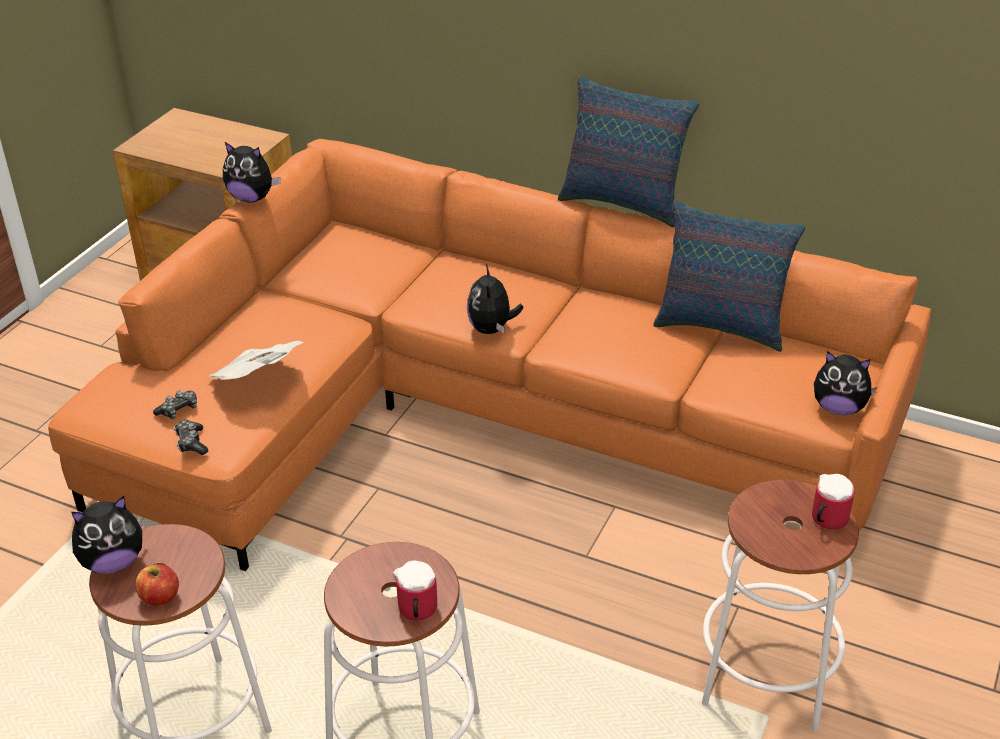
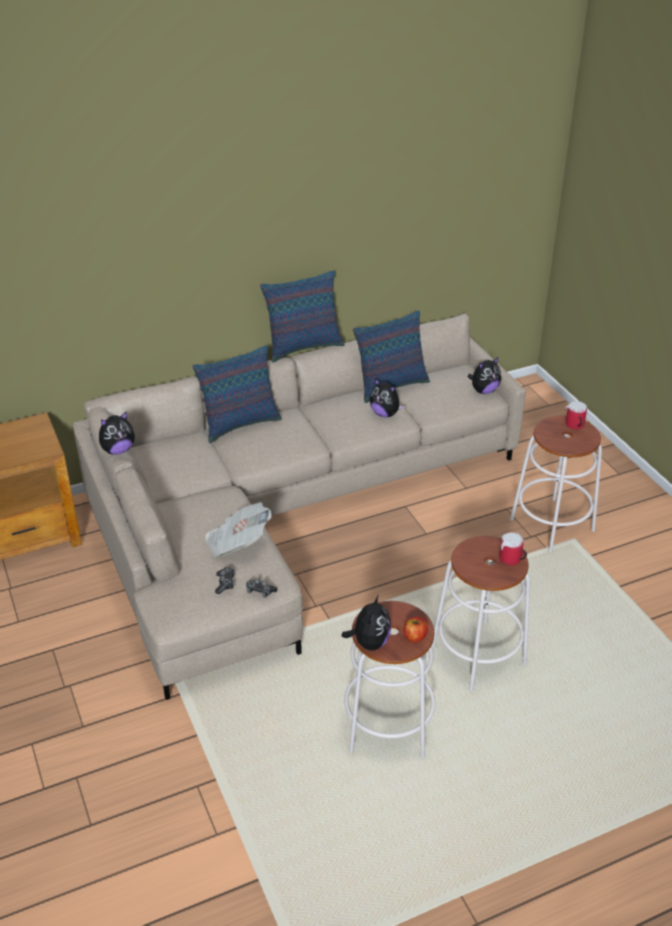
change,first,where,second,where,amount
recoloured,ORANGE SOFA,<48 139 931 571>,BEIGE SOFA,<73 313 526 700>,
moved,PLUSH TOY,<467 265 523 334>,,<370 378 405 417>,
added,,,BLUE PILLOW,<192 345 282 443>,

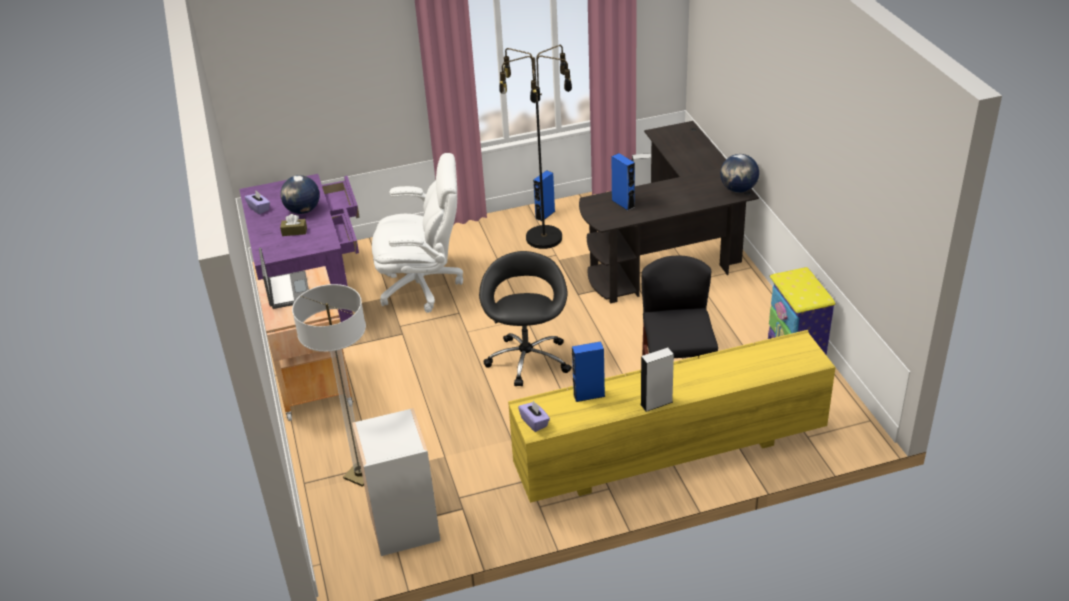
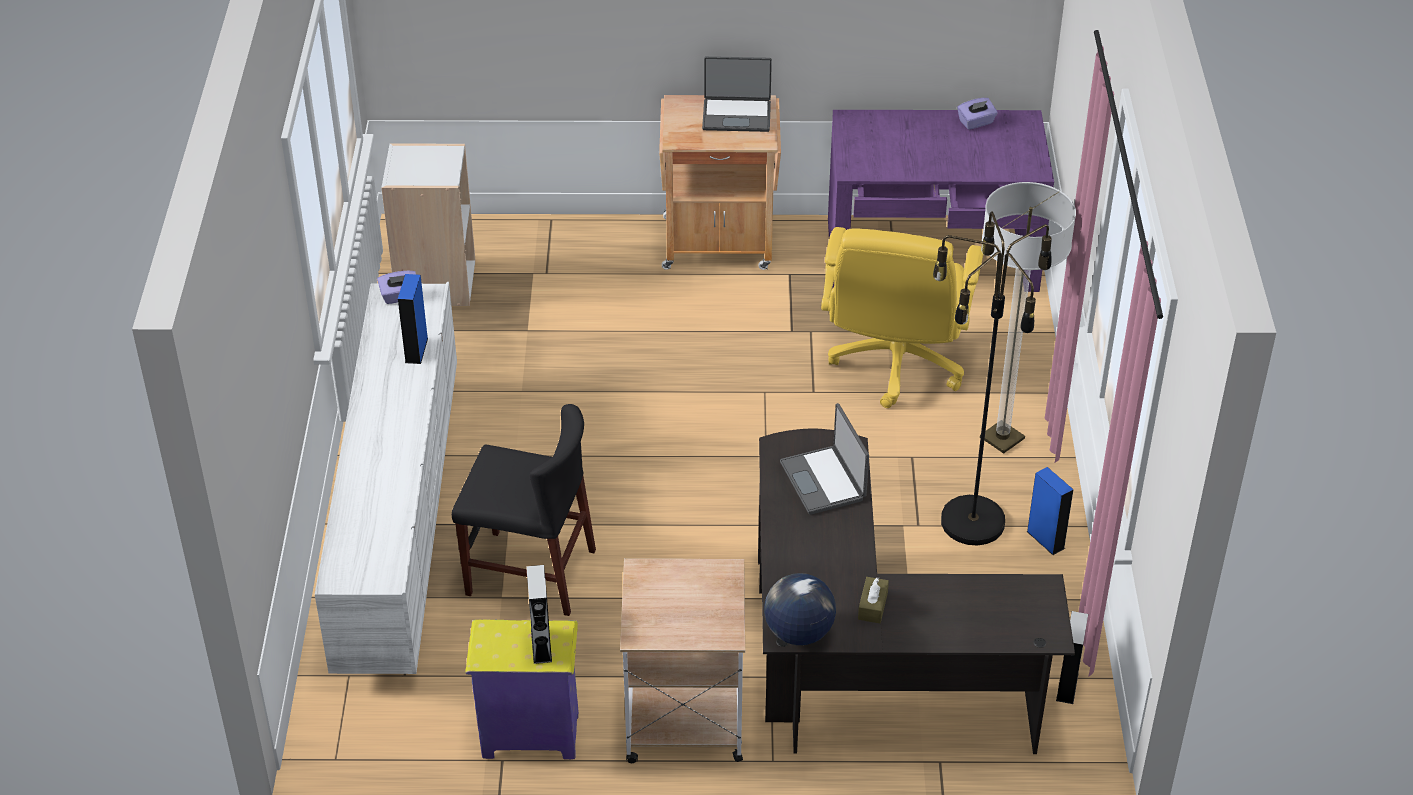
change,first,where,second,where,amount
recoloured,WHITE OFFICE CHAIR,<372 153 463 313>,YELLOW OFFICE CHAIR,<821 227 983 408>,
replaced,BLUE SPEAKER,<611 153 635 211>,LAPTOP,<780 403 869 515>,
removed,GLOBE,<280 175 320 214>,,,
moved,BROWN TISSUE BOX,<280 214 307 236>,,<858 577 889 623>,
removed,BLACK OFFICE CHAIR,<479 251 572 386>,,,
moved,FLOOR LAMP,<292 284 366 487>,,<980 182 1076 454>,
recoloured,YELLOW CABINET,<508 330 835 503>,WHITE CABINET,<315 282 457 674>,
moved,GREY SPEAKER,<640 347 674 412>,,<526 565 552 664>,
added,,,BEIGE CART,<620 559 745 763>,

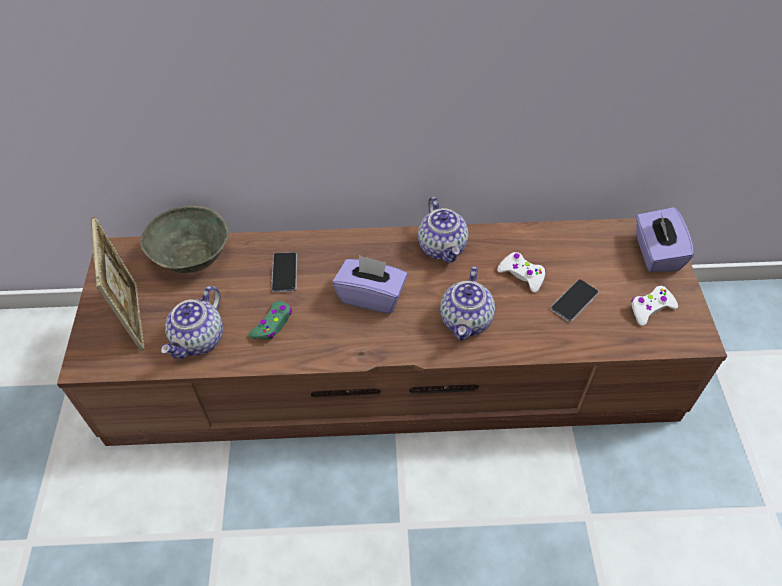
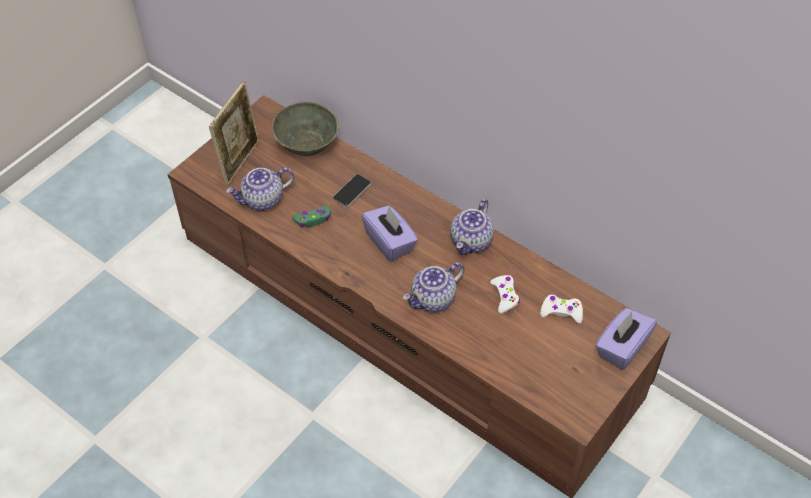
change,first,where,second,where,amount
removed,PHONE,<551 279 599 322>,,,
moved,WHITE GAME CONTROLLER,<631 286 678 326>,,<540 294 583 323>,

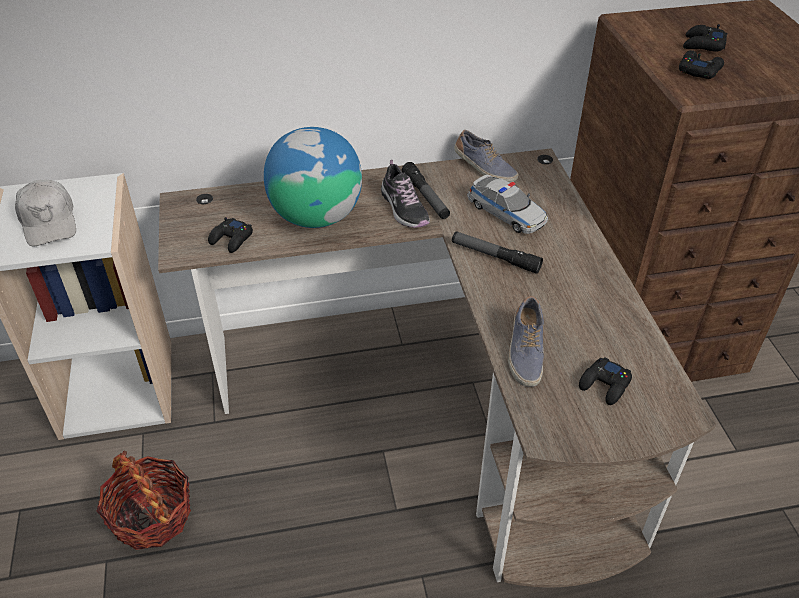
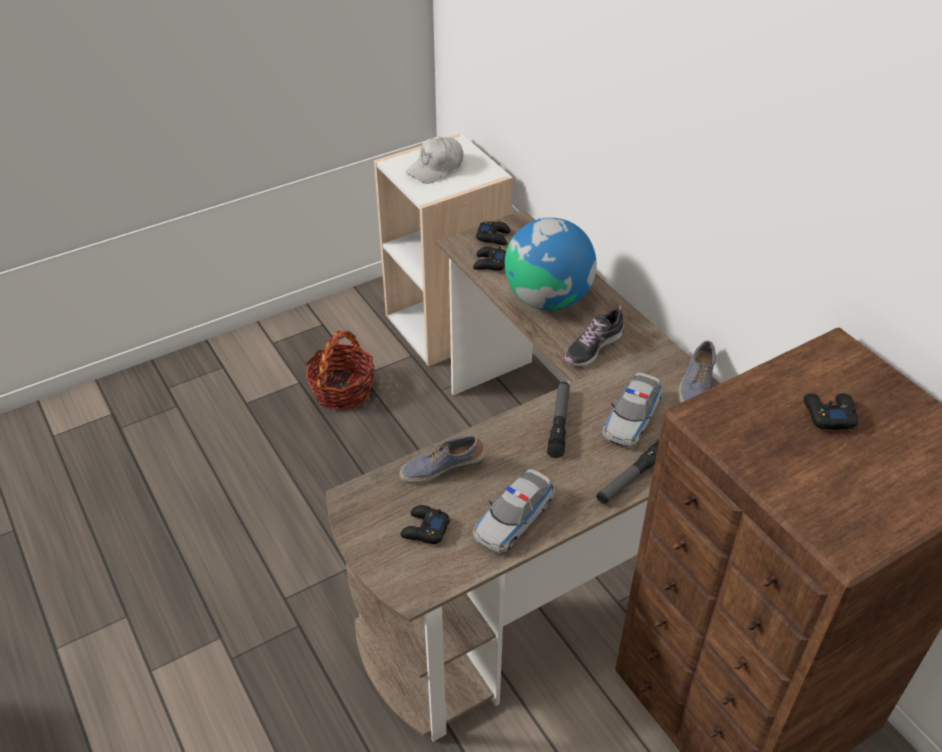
change,first,where,second,where,amount
moved,BLACK GAME CONTROLLER,<679 50 724 79>,,<476 221 510 246>,
moved,FLASHLIGHT,<402 162 450 219>,,<596 440 659 504>,
added,,,TOY CAR,<473 469 555 554>,

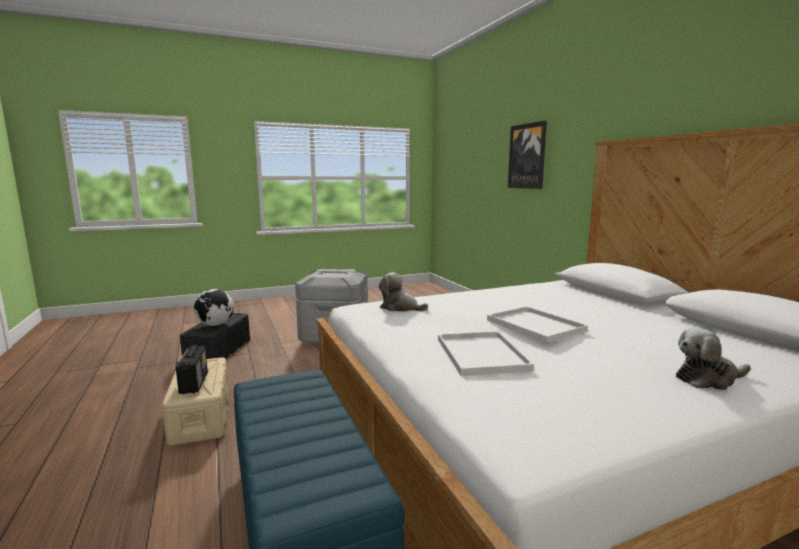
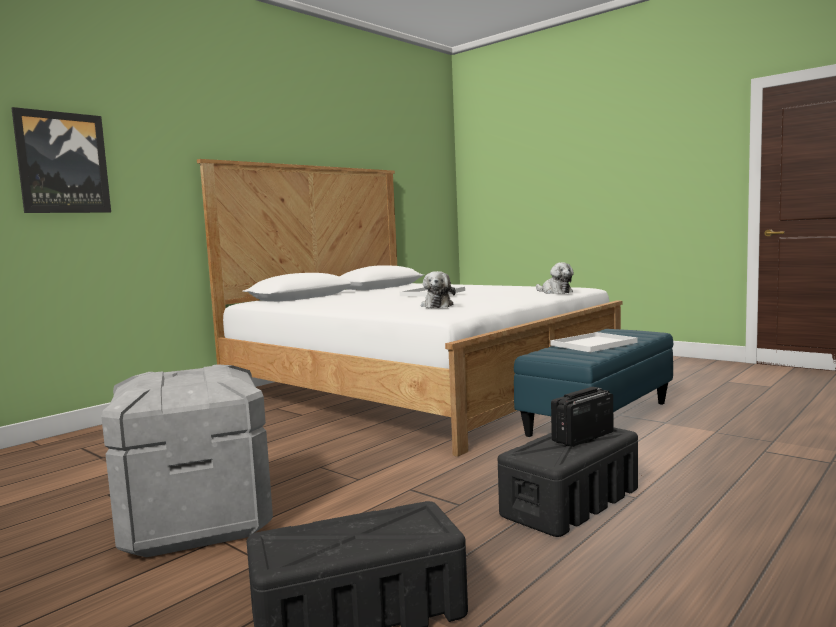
change,first,where,second,where,amount
removed,GLOBE,<194 289 234 326>,,,
moved,PLUSH TOY,<676 328 751 390>,,<536 262 574 294>,
moved,WHITE TRAY,<438 331 534 376>,,<551 332 637 352>,
recoloured,BEIGE STORAGE BOX,<162 357 229 446>,BLACK STORAGE BOX,<498 427 638 537>,

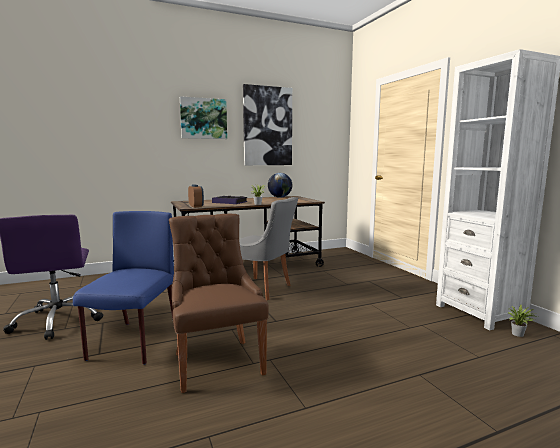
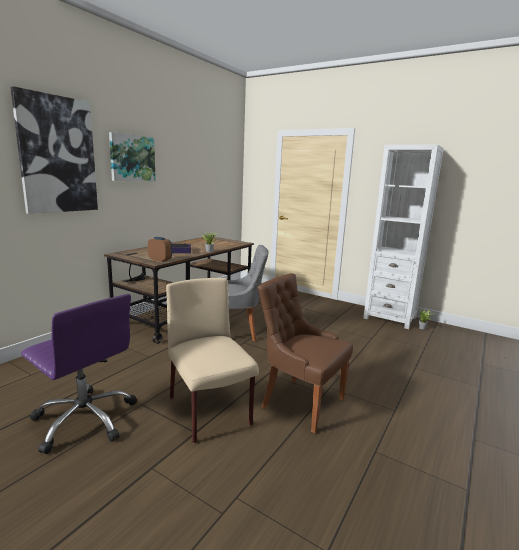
change,first,where,second,where,amount
moved,PICTURE,<243 84 292 165>,,<10 86 98 214>,
removed,GLOBE,<268 173 292 198>,,,
recoloured,BLUE CHAIR,<73 211 174 365>,BEIGE CHAIR,<166 278 259 443>,

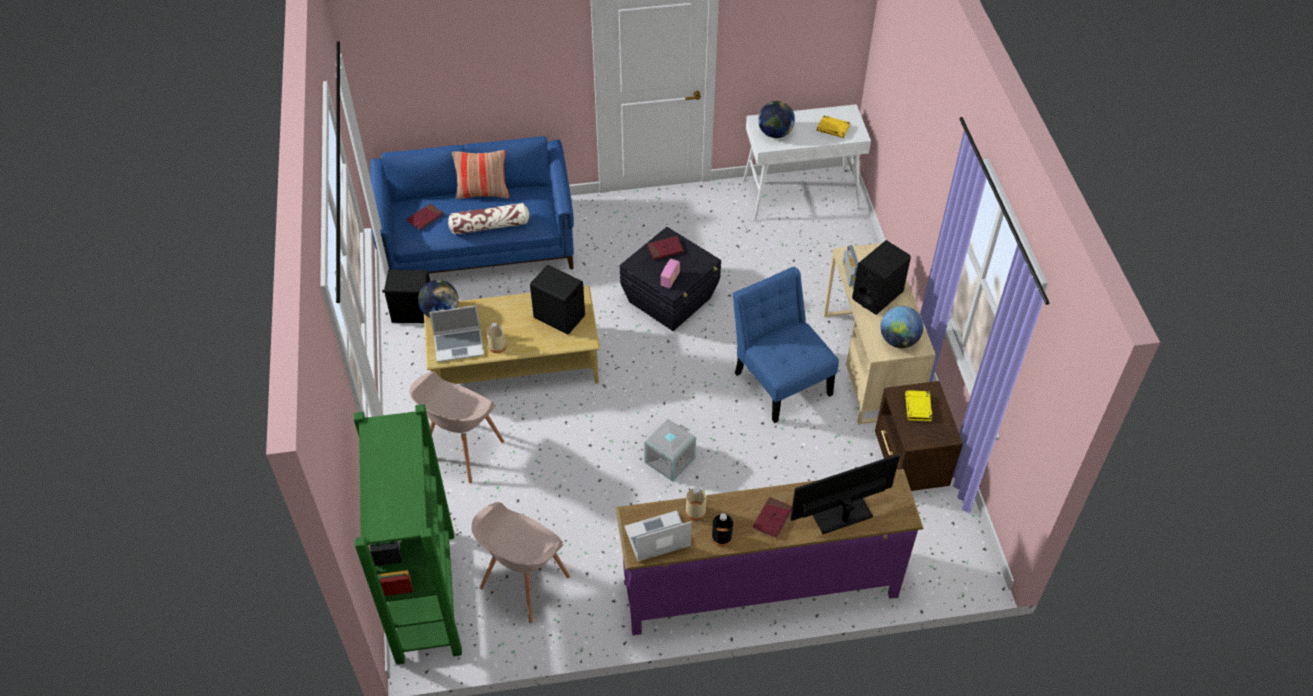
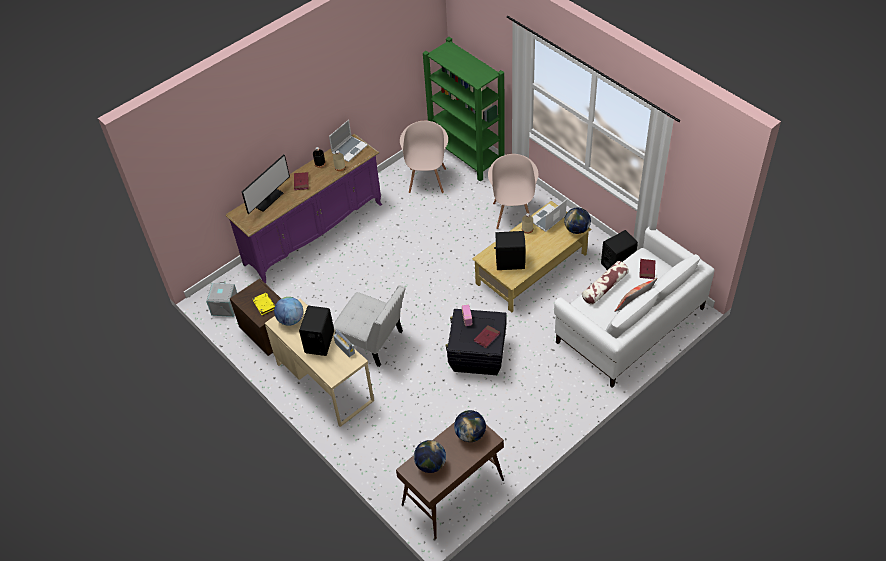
change,first,where,second,where,amount
recoloured,WHITE CONSOLE TABLE,<743 104 871 220>,BROWN CONSOLE TABLE,<396 422 504 539>,
replaced,YELLOW BOOK,<817 115 850 138>,GLOBE,<414 440 446 473>,
recoloured,BLUE SOFA,<370 136 574 274>,WHITE SOFA,<554 227 714 388>,
recoloured,BLUE CHAIR,<733 267 839 423>,WHITE CHAIR,<333 285 405 367>,
moved,GREY STORAGE BOX,<644 419 696 482>,,<206 282 237 317>,

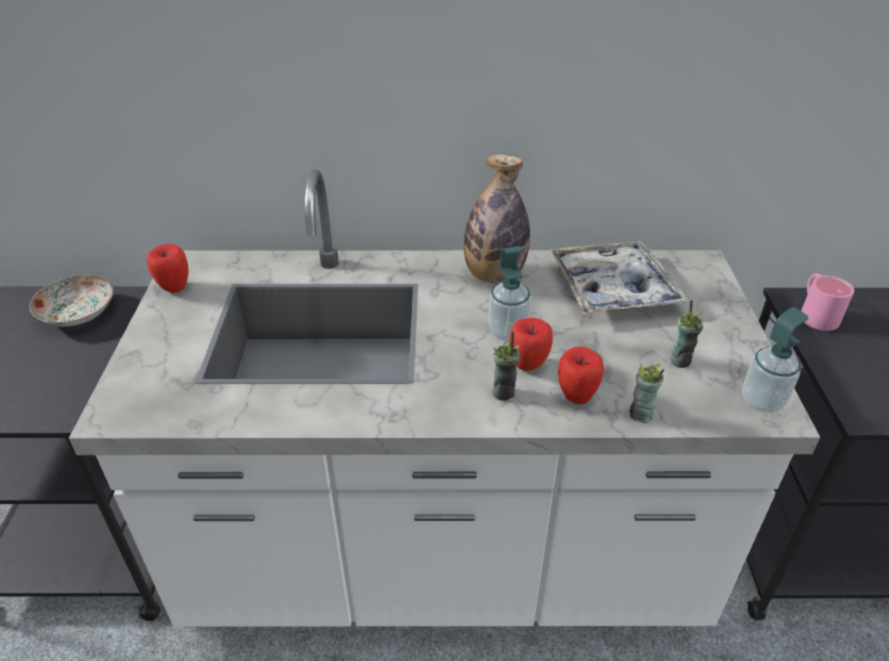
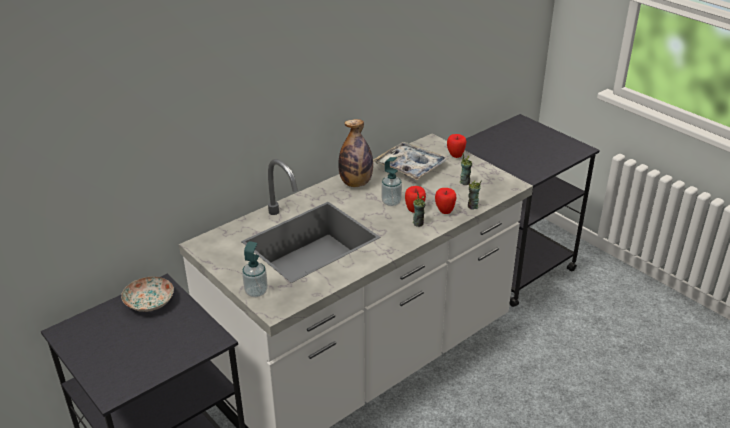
change,first,where,second,where,amount
moved,APPLE,<146 244 189 293>,,<447 134 466 158>,
removed,PINK MUG,<801 273 854 331>,,,
moved,SOAP DISPENSER,<742 307 808 413>,,<242 241 268 297>,

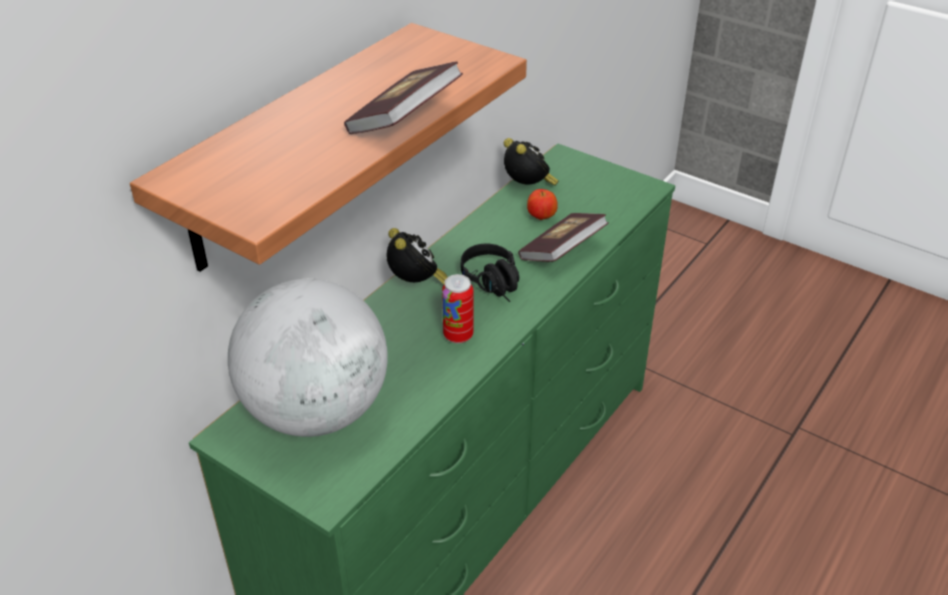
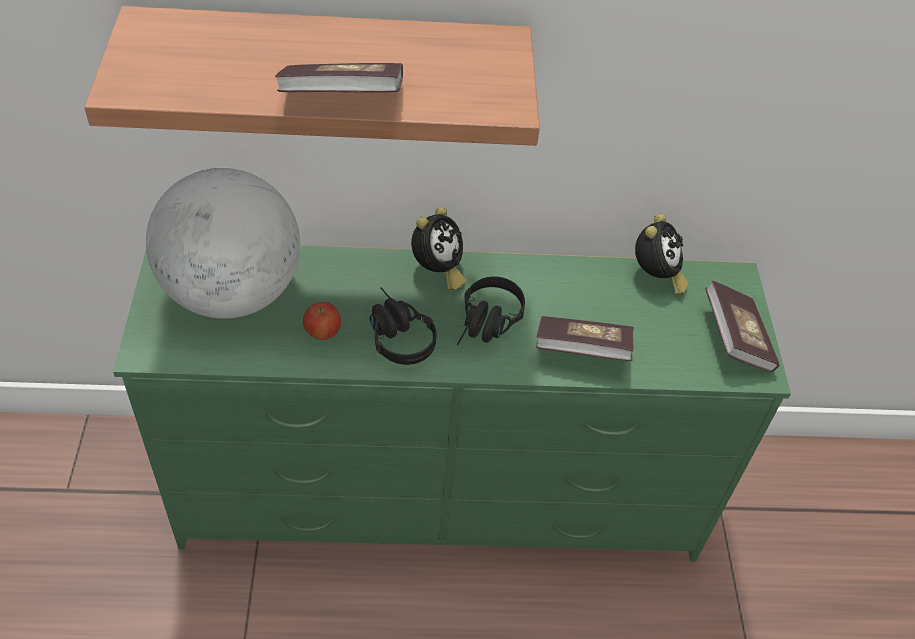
change,first,where,second,where,amount
moved,APPLE,<527 189 558 220>,,<303 302 341 340>,
replaced,CAN,<442 274 473 343>,BLACK HEADPHONES,<370 287 437 365>,
added,,,BOOK,<705 280 779 372>,

